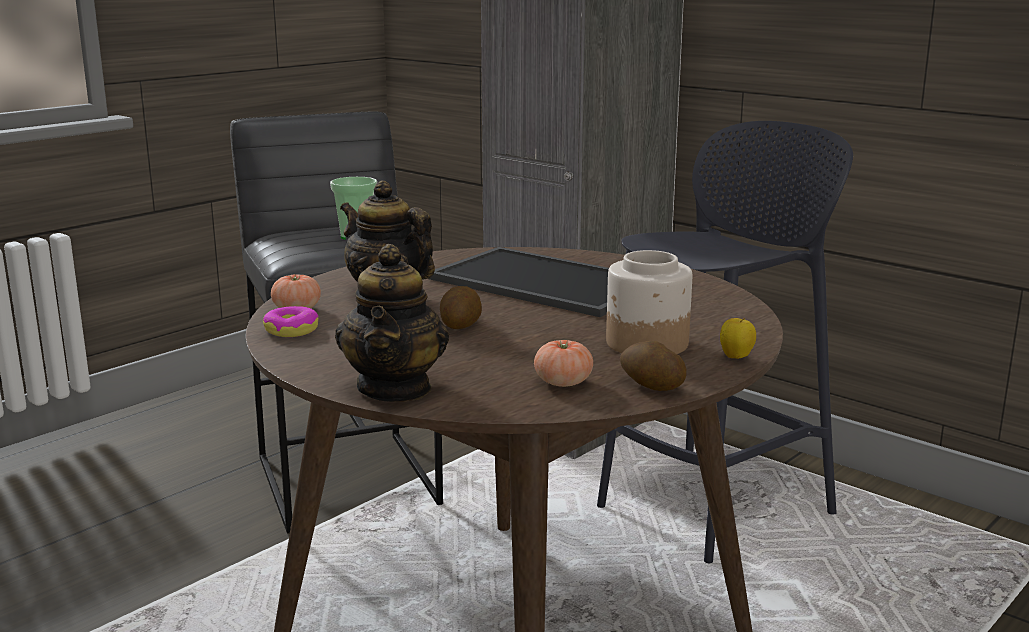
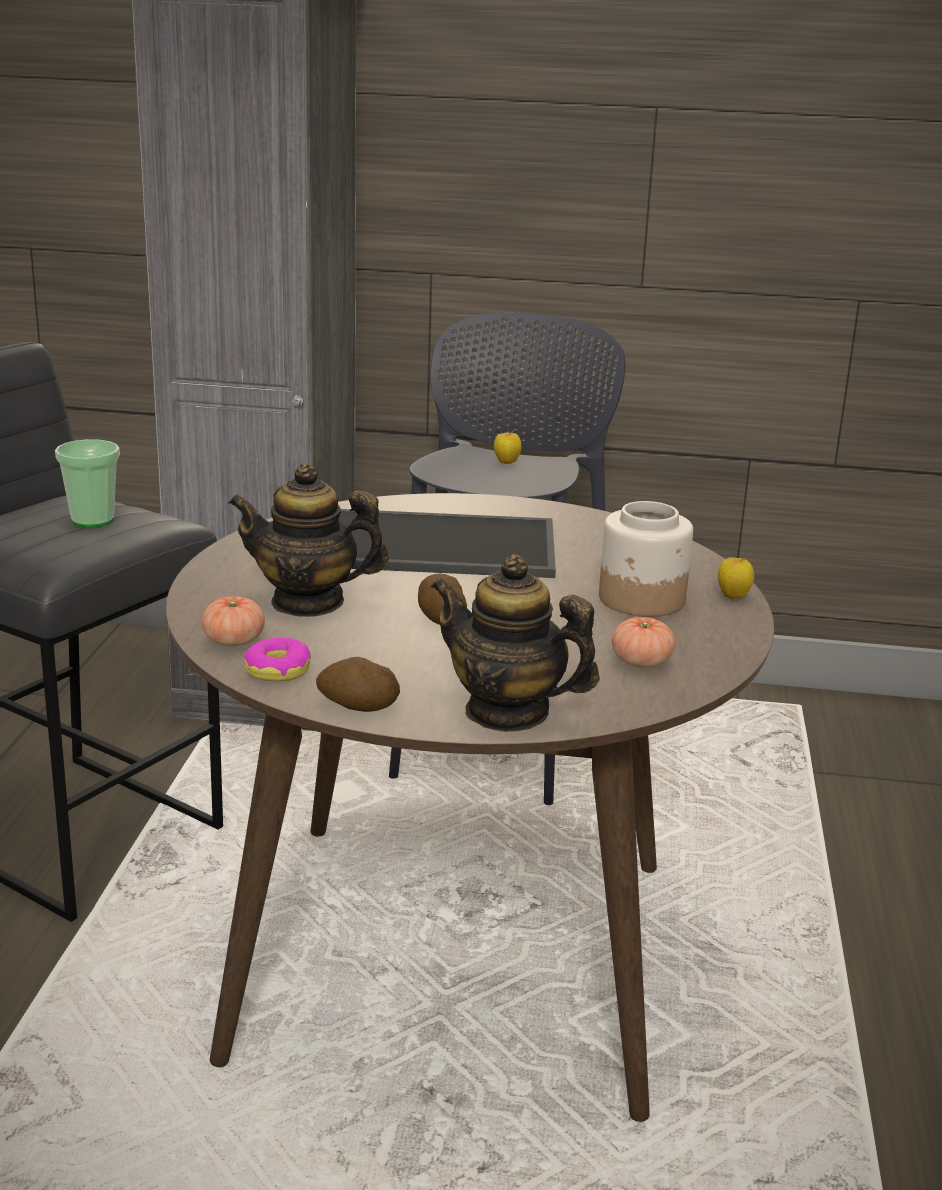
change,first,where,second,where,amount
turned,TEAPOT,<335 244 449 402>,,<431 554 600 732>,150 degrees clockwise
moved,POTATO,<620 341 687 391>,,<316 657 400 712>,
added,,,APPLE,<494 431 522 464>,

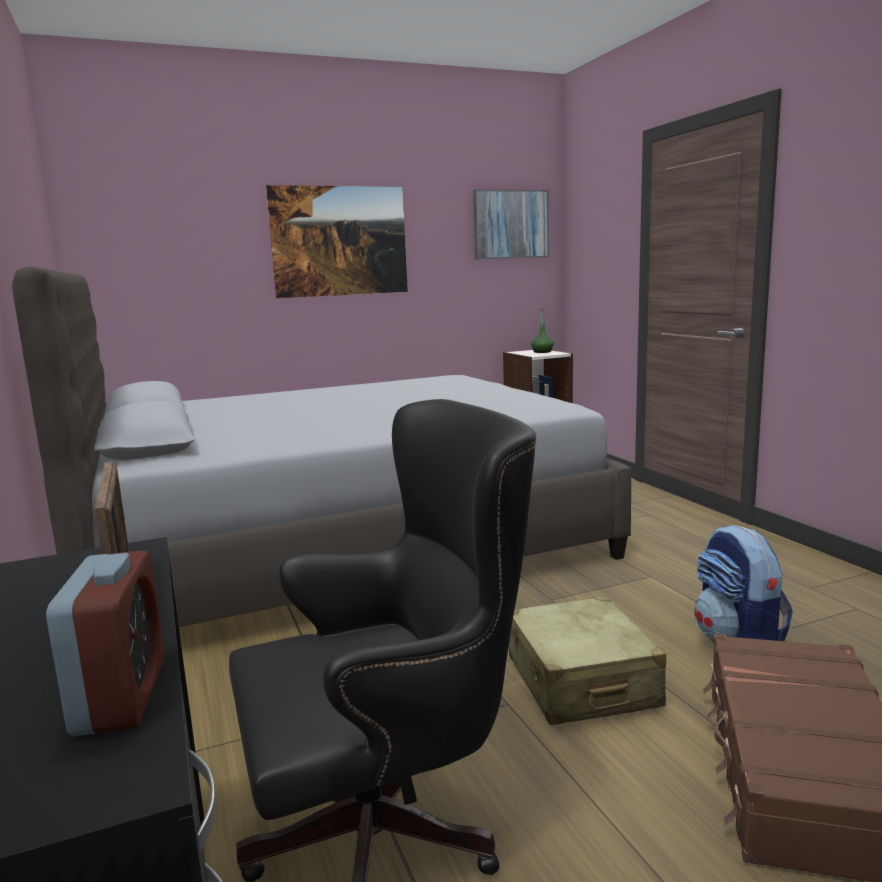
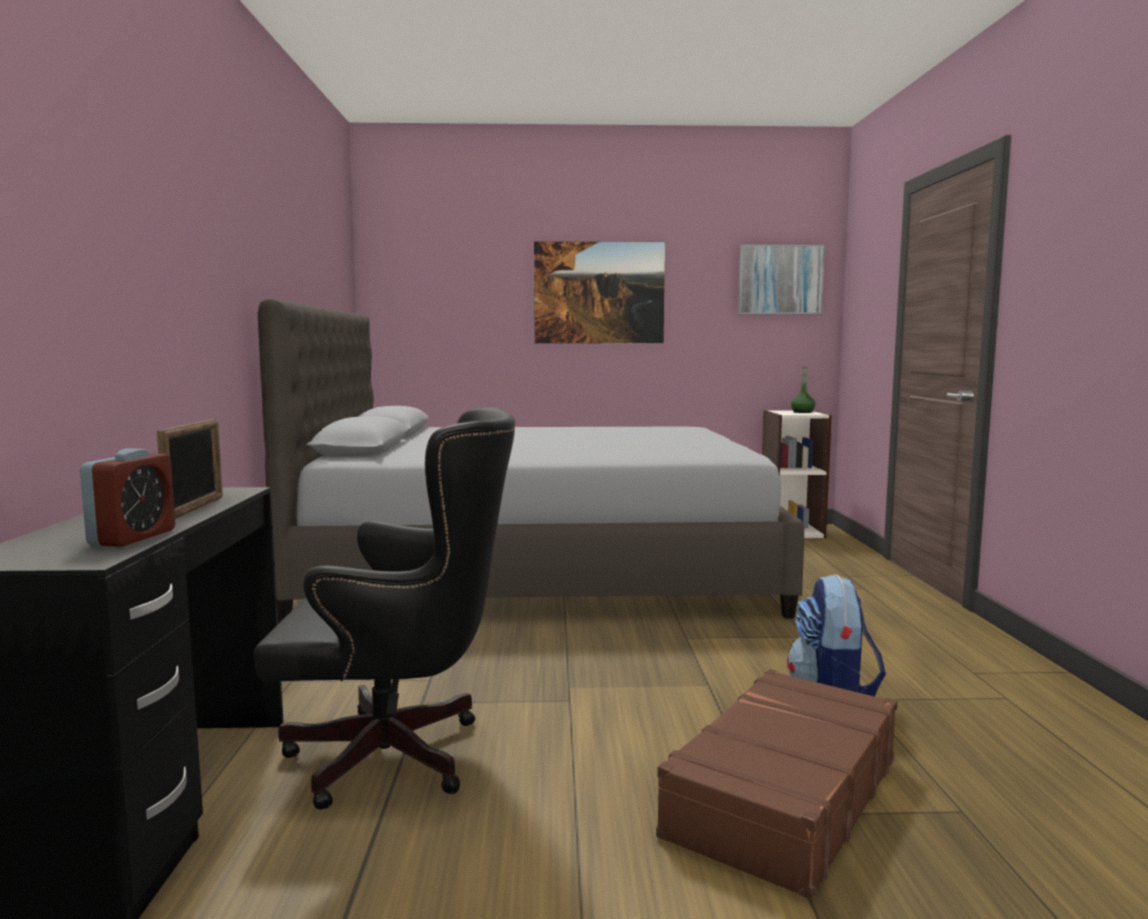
change,first,where,second,where,amount
removed,BEIGE SUITCASE,<509 596 666 725>,,,

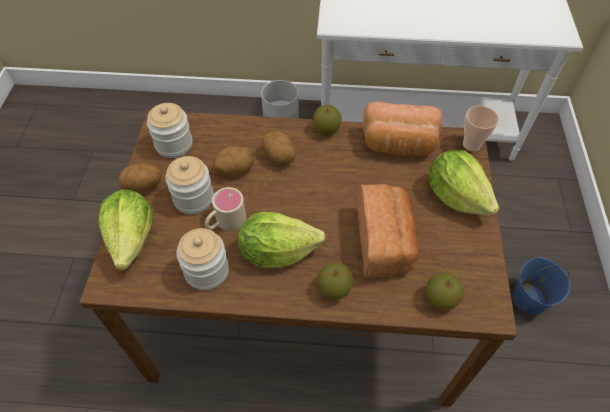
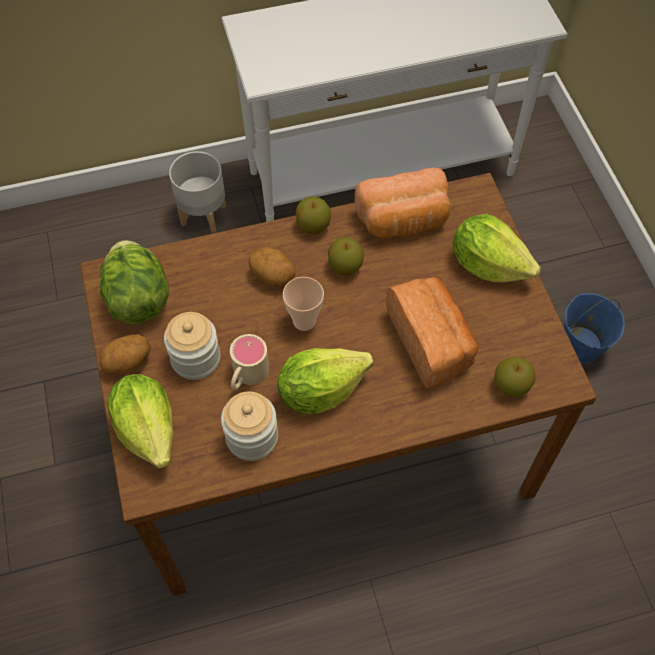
change,first,where,second,where,amount
replaced,JAR,<147 103 193 158>,LETTUCE,<100 240 169 324>,
moved,CUP,<463 106 499 152>,,<283 277 324 331>,
removed,POTATO,<213 146 254 176>,,,
moved,APPLE,<317 262 353 300>,,<328 237 364 276>,

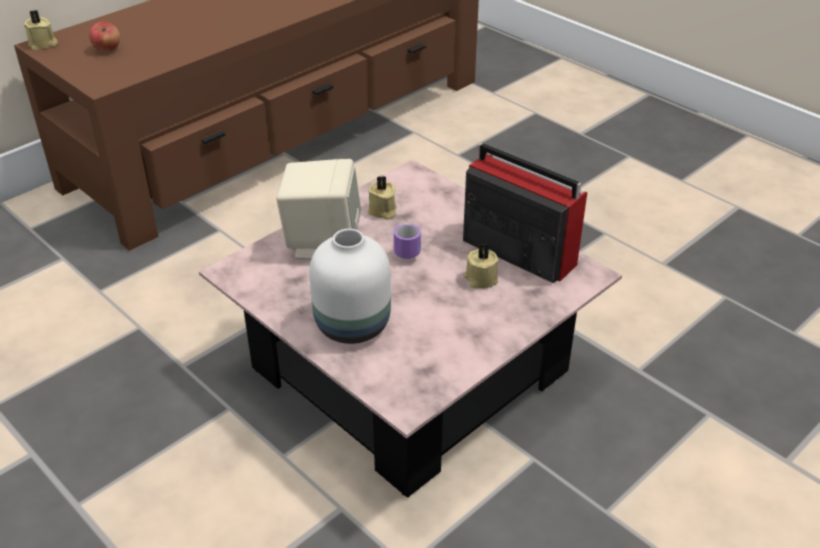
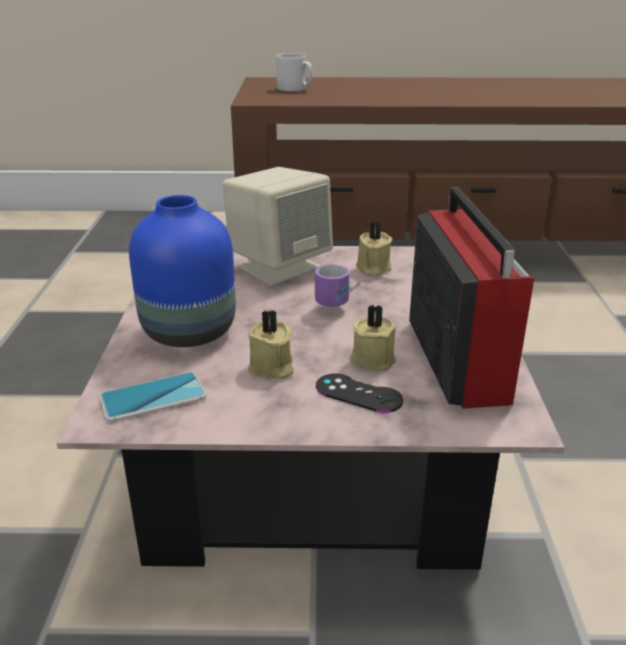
change,first,where,second,where,amount
moved,BEIGE CANDLE,<24 10 58 50>,,<248 310 294 380>,
replaced,APPLE,<89 21 120 52>,GREY MUG,<276 53 312 92>,
recoloured,WHITE VASE,<309 229 391 344>,BLUE VASE,<129 195 236 347>,
added,,,PHONE,<99 372 207 422>,
added,,,BLACK GAME CONTROLLER,<316 374 403 413>,

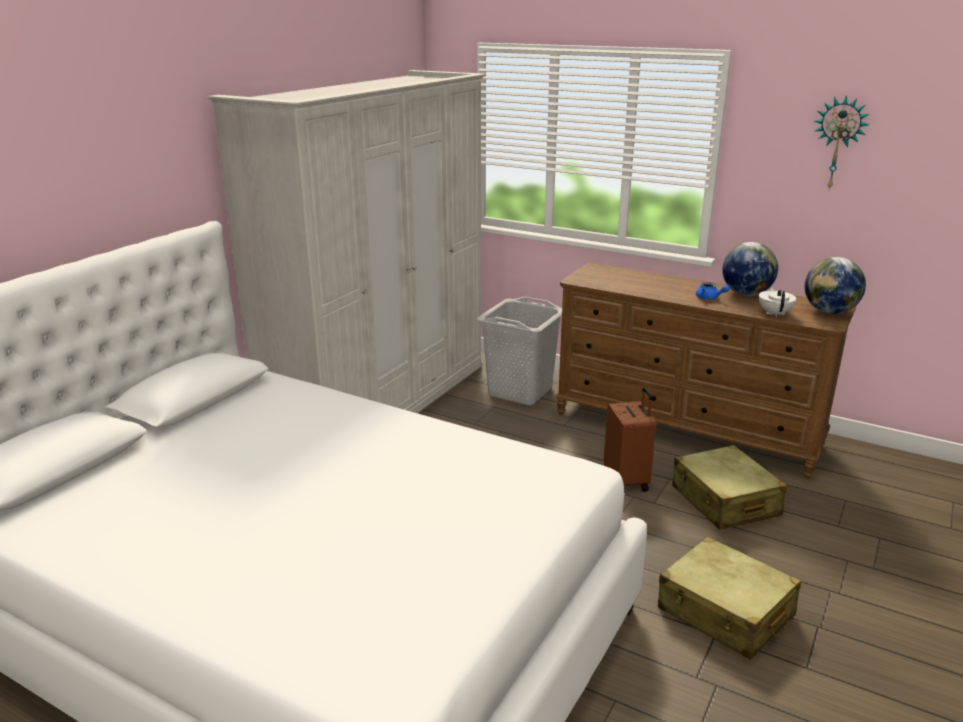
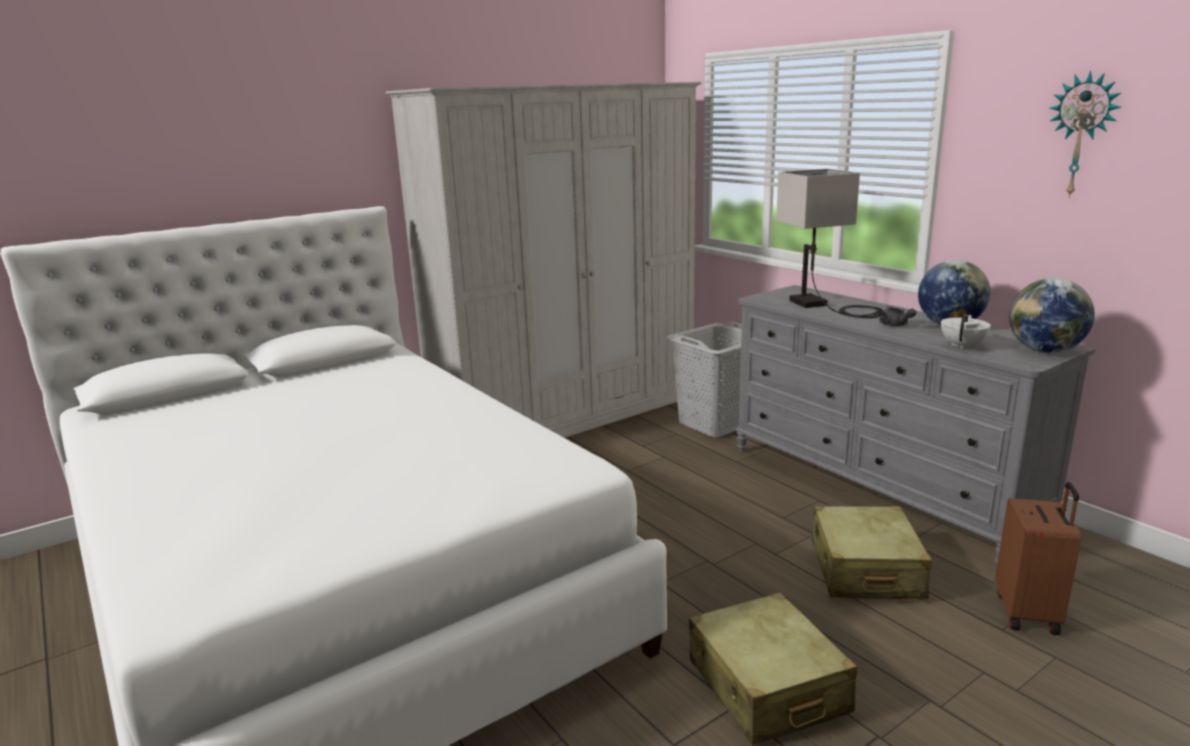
change,first,where,second,where,amount
recoloured,BROWN DRESSER,<556 262 856 479>,GREY DRESSER,<736 285 1096 564>,
recoloured,BLUE TEAPOT,<696 282 730 300>,GREY TEAPOT,<880 306 916 326>,
moved,BROWN SUITCASE,<604 387 656 493>,,<995 482 1082 635>,
added,,,TABLE LAMP,<776 169 884 318>,

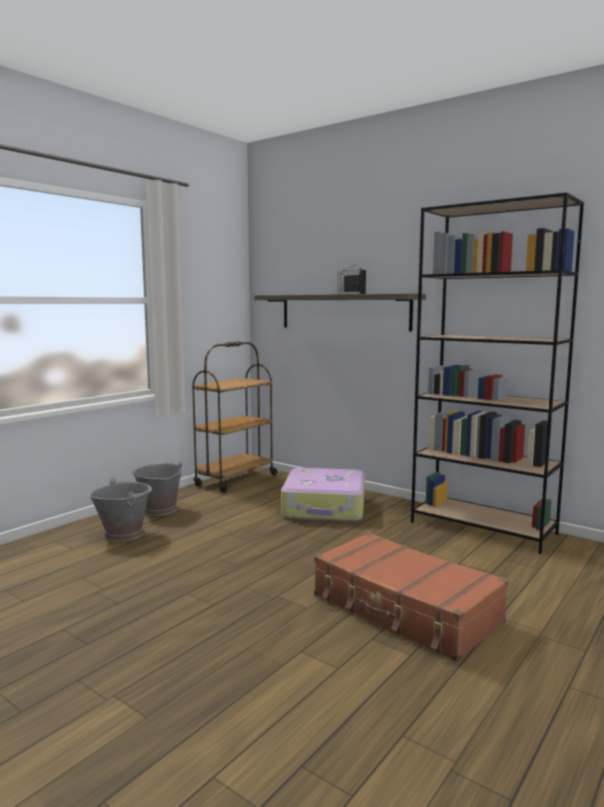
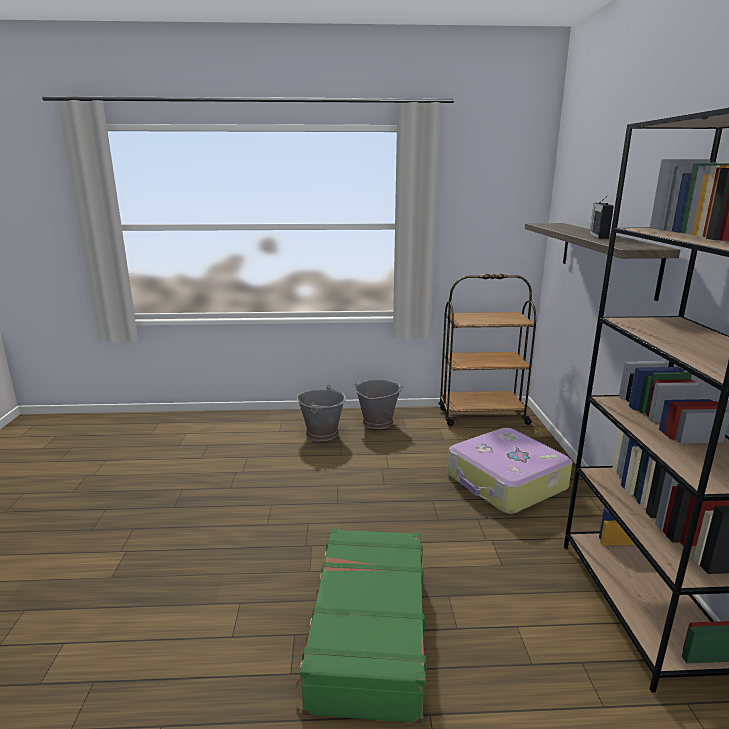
change,first,where,second,where,amount
recoloured,BROWN SUITCASE,<314 532 508 662>,GREEN SUITCASE,<295 528 427 724>,

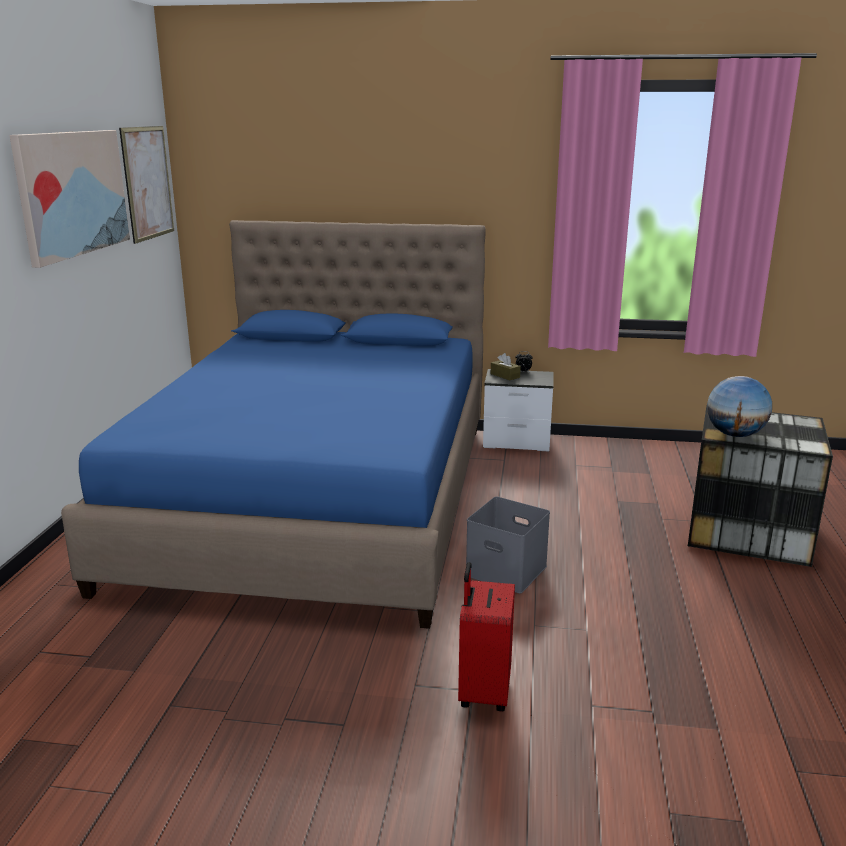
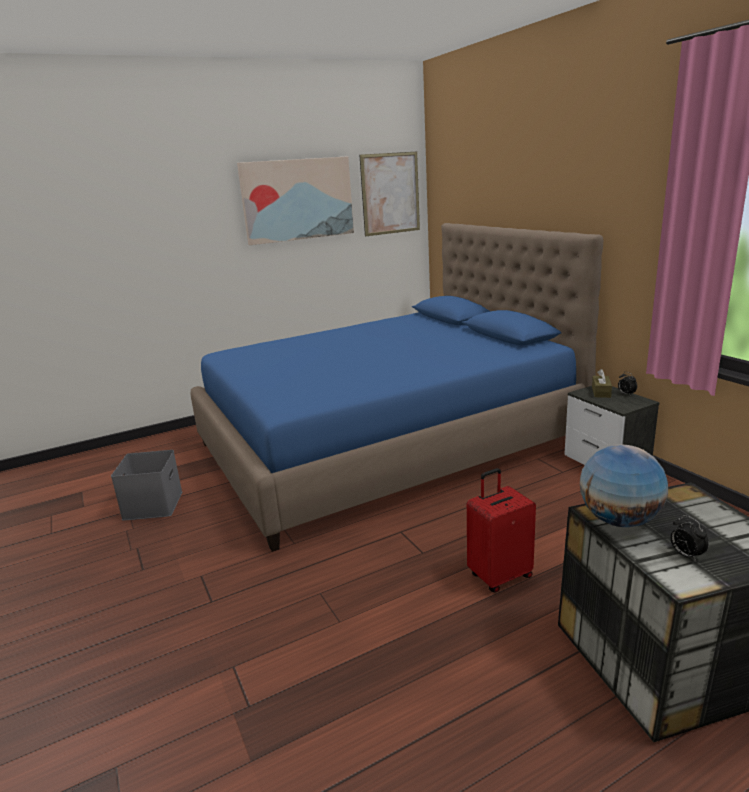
change,first,where,second,where,amount
moved,GREY STORAGE BOX,<466 496 550 593>,,<111 450 183 521>,
moved,RED SUITCASE,<458 562 515 711>,,<467 468 536 592>,
added,,,ALARM CLOCK,<671 515 709 561>,

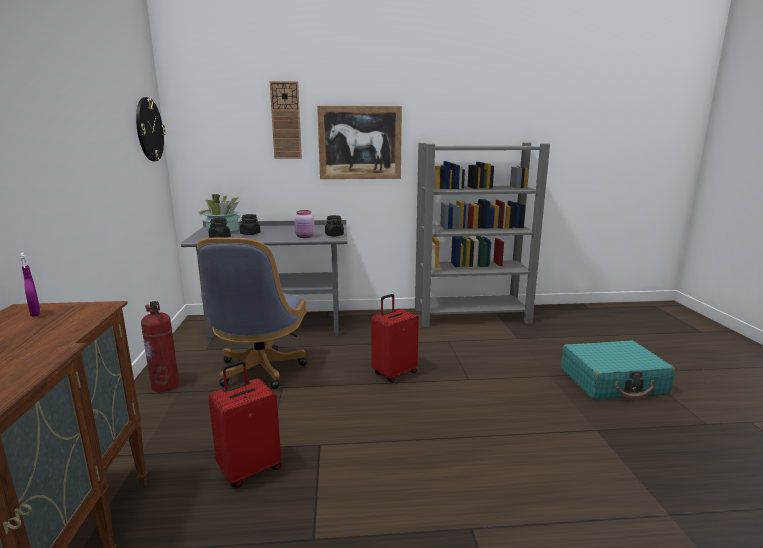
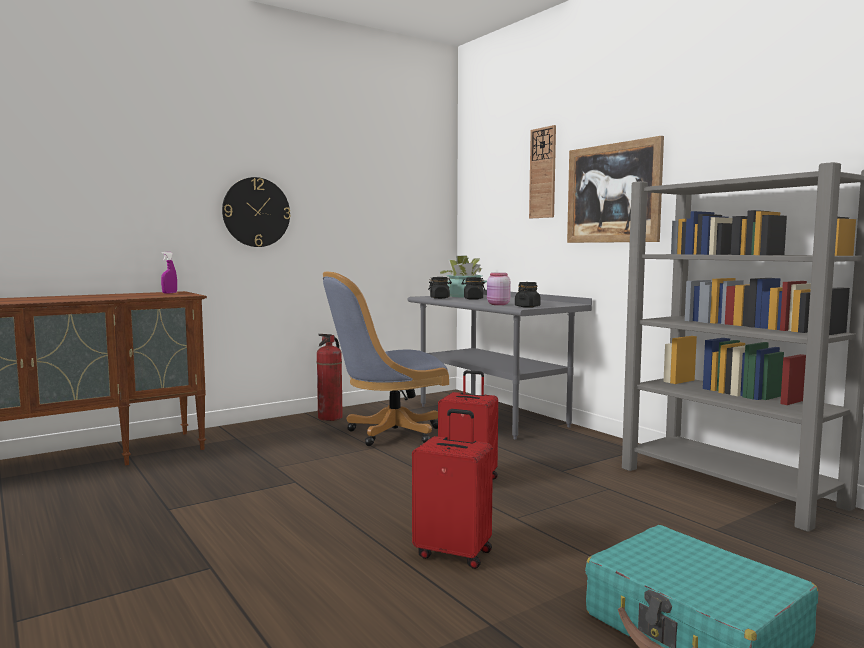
change,first,where,second,where,amount
moved,WALL CLOCK,<136 97 166 161>,,<222 177 291 247>,
moved,RED SUITCASE,<208 361 282 488>,,<412 409 493 569>,

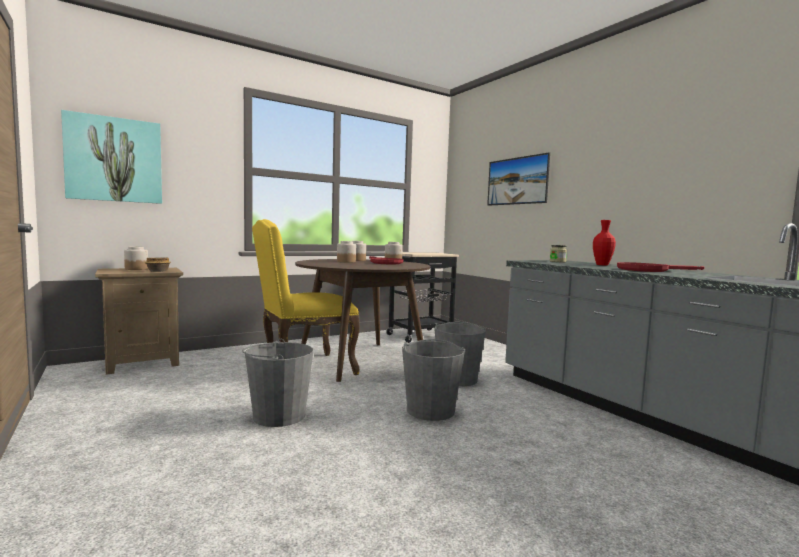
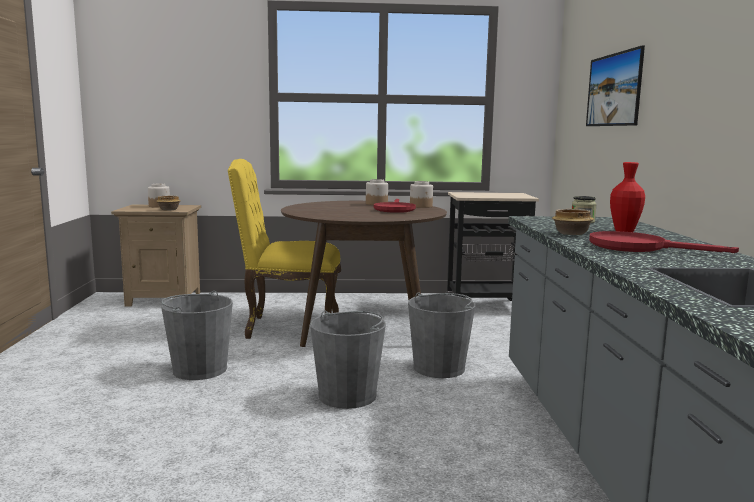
change,first,where,second,where,amount
removed,PICTURE,<61 110 162 204>,,,
removed,JAR,<337 241 356 262>,,,
added,,,BOWL,<552 209 594 235>,

